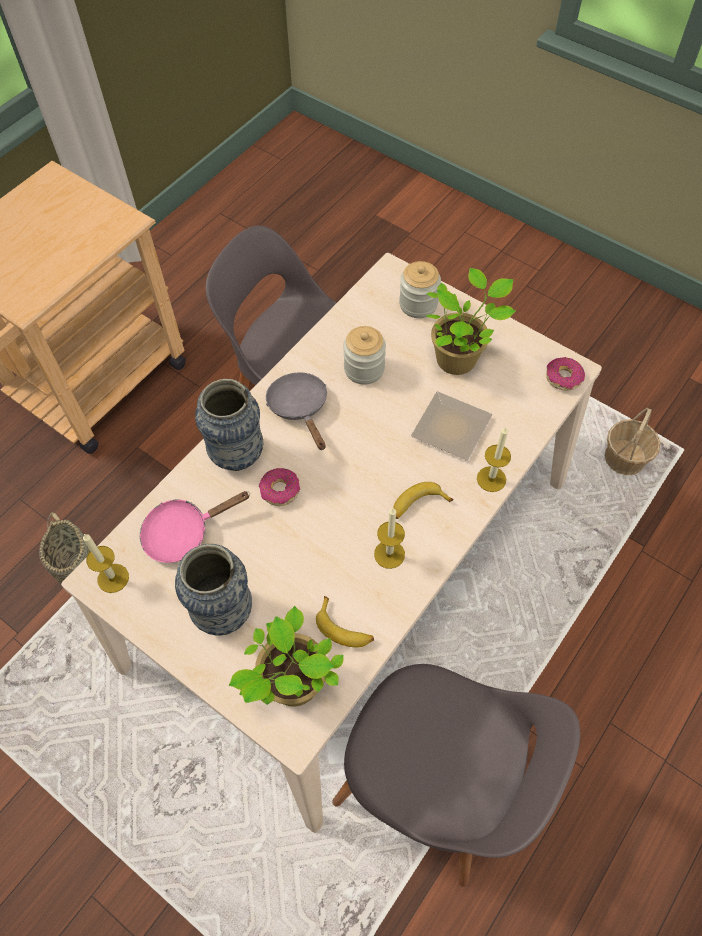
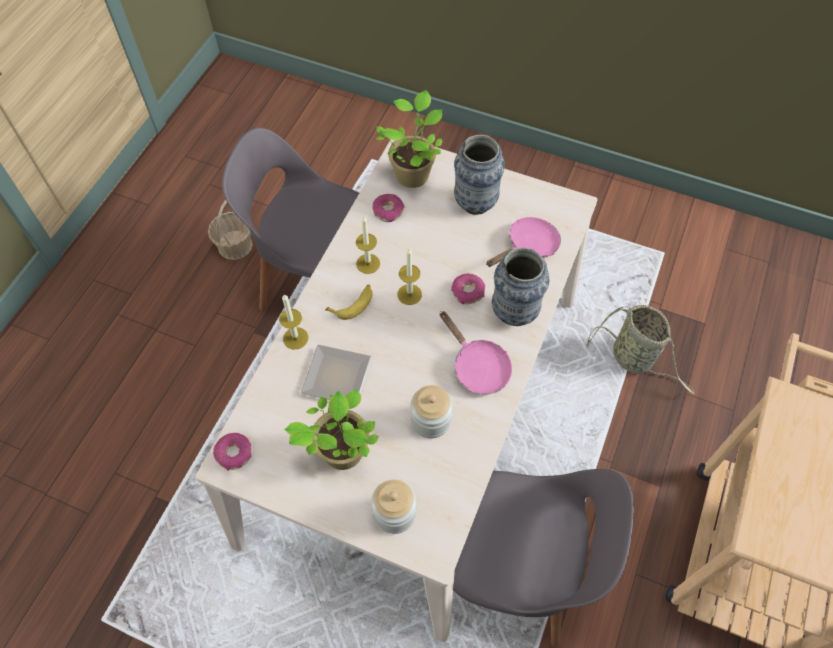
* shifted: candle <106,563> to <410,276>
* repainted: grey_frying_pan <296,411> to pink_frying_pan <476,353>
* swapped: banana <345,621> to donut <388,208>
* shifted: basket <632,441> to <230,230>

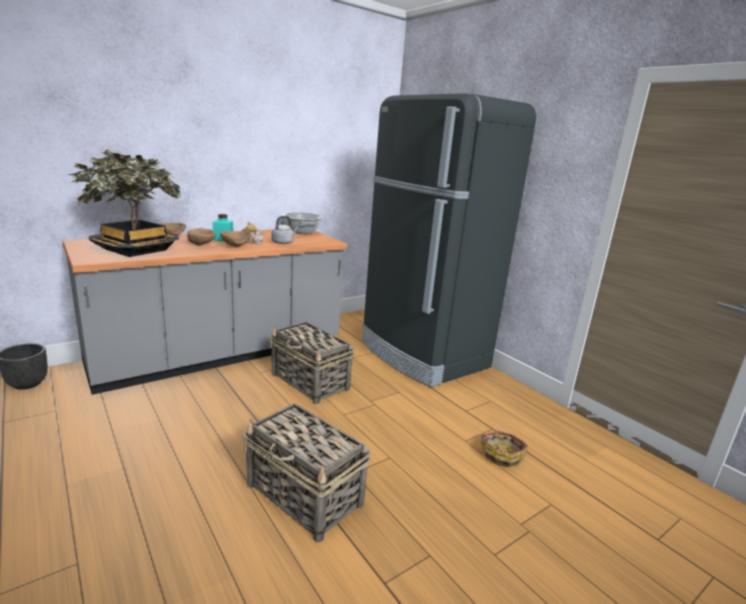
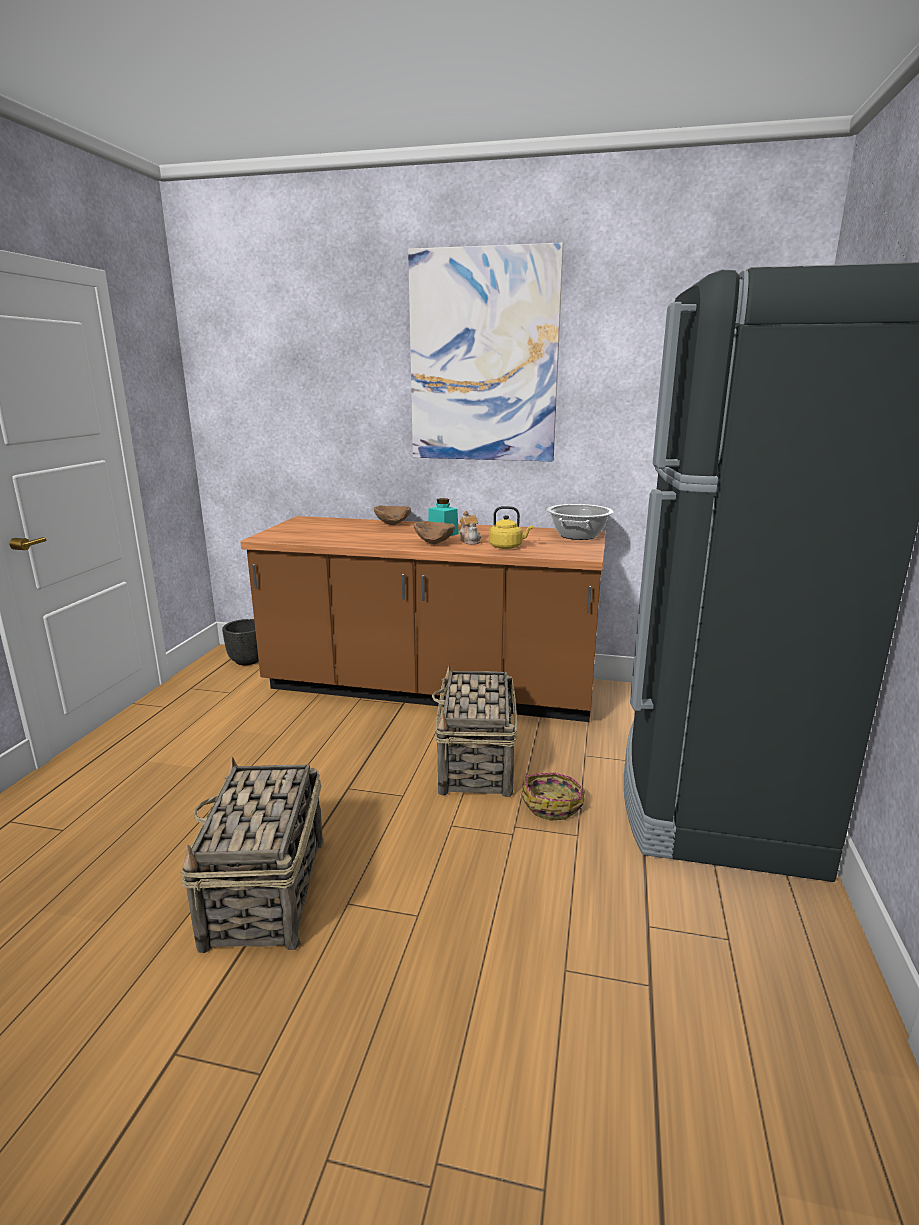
* repainted: grey_counter <205,312> to brown_counter <423,619>
* gone: potted_plant <124,203>
* gone: brown_bowl <201,237>
* repainted: grey_kettle <285,230> to yellow_kettle <511,527>
* shifted: basket <504,449> to <553,797>
* new: picture <486,352>

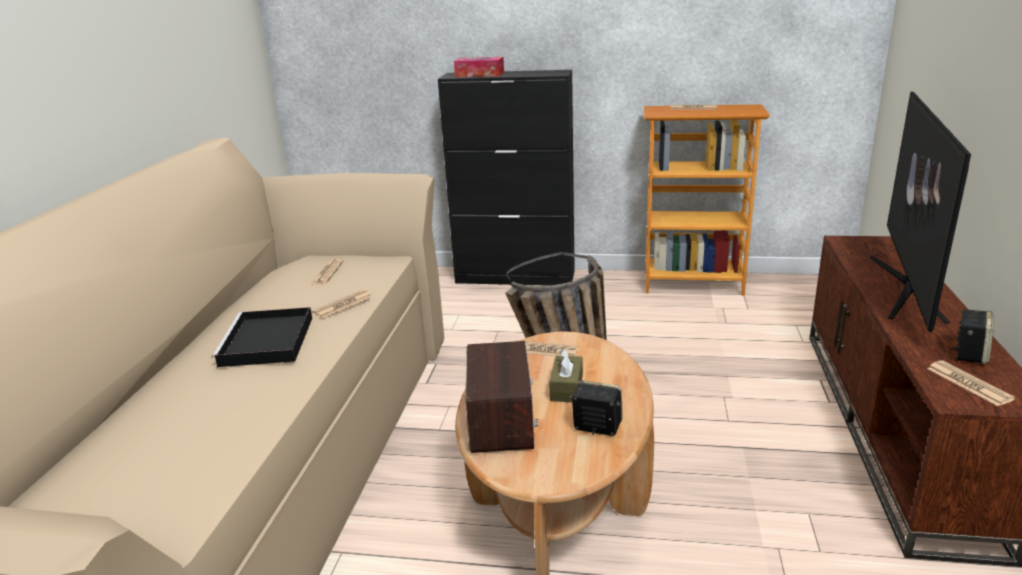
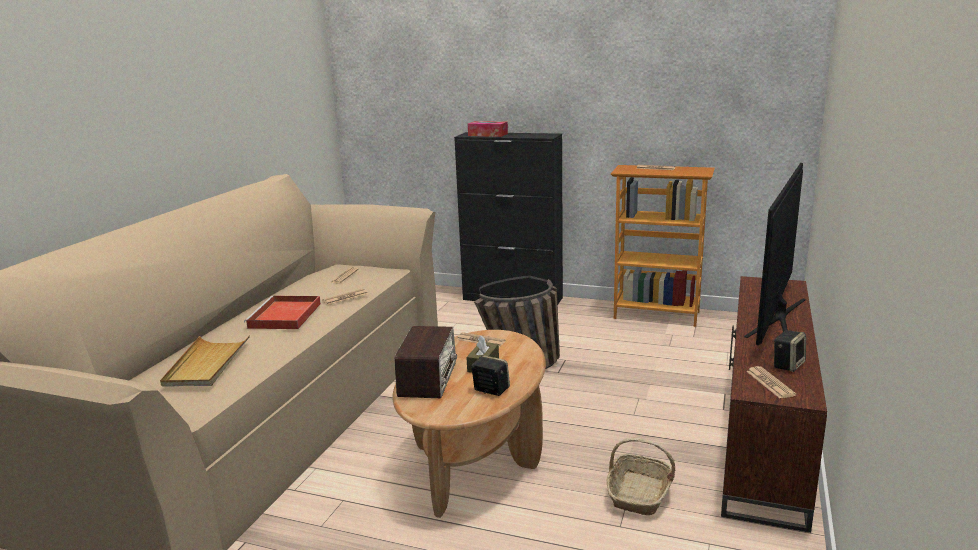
* repainted: black_tray <261,337> to red_tray <282,312>
* new: beige_tray <205,361>
* new: basket <641,476>

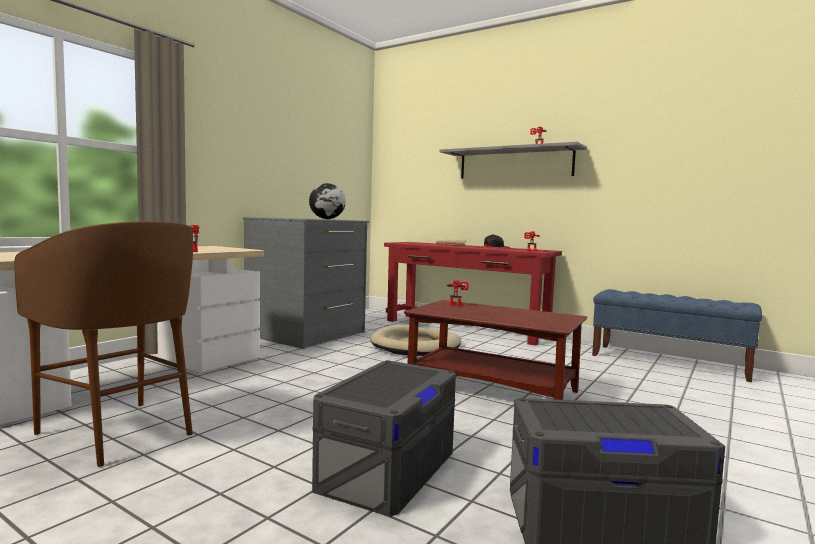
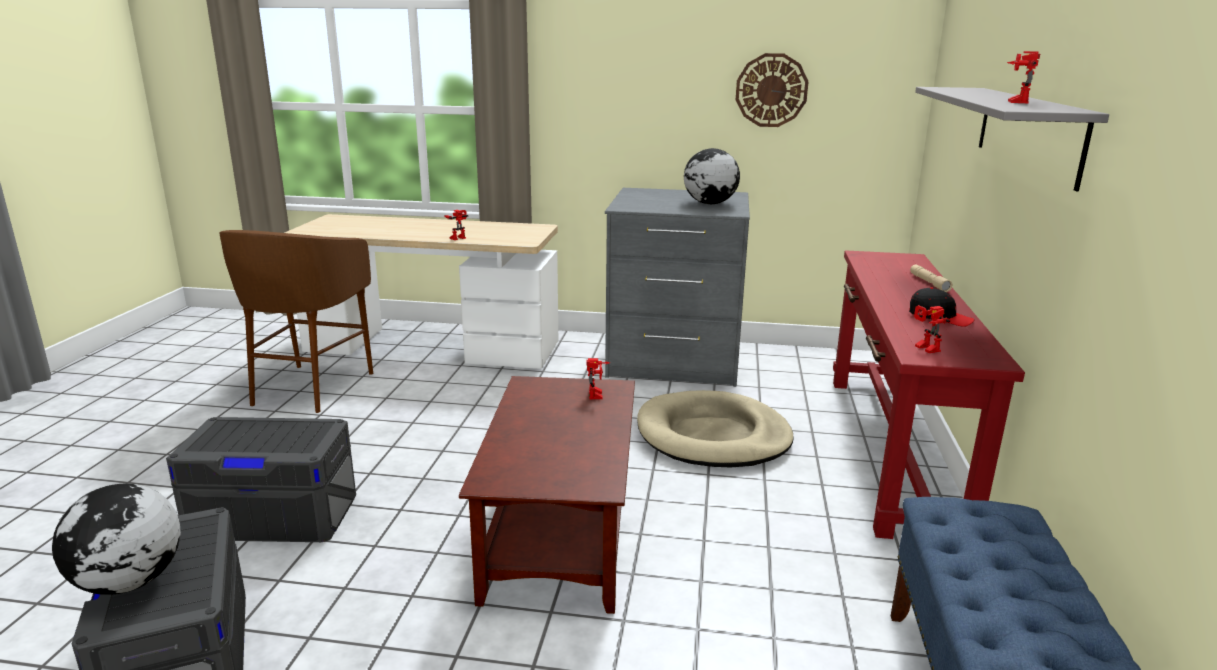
* new: globe <116,539>
* new: wall_clock <772,90>

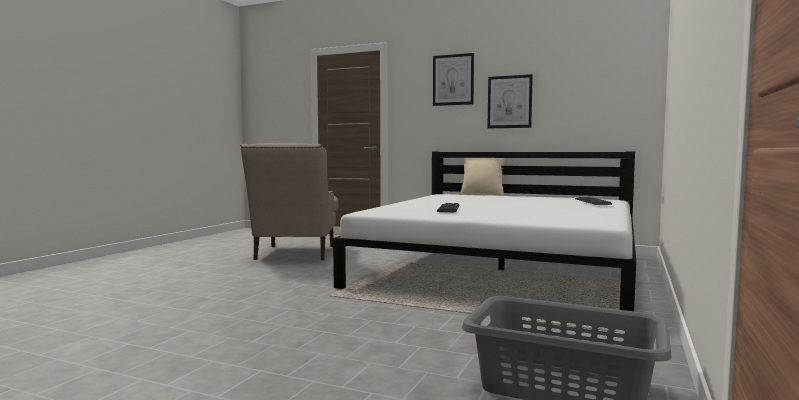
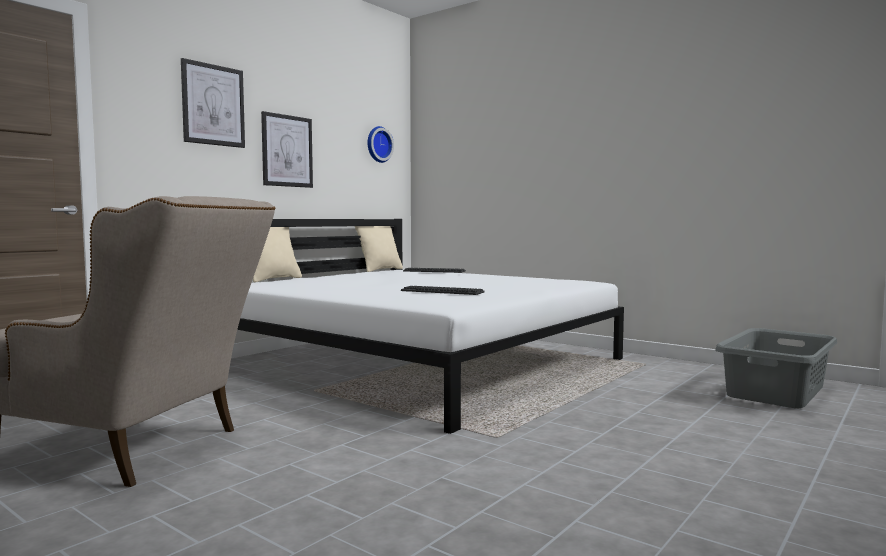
* new: beige_pillow <379,249>
* new: wall_clock <381,144>

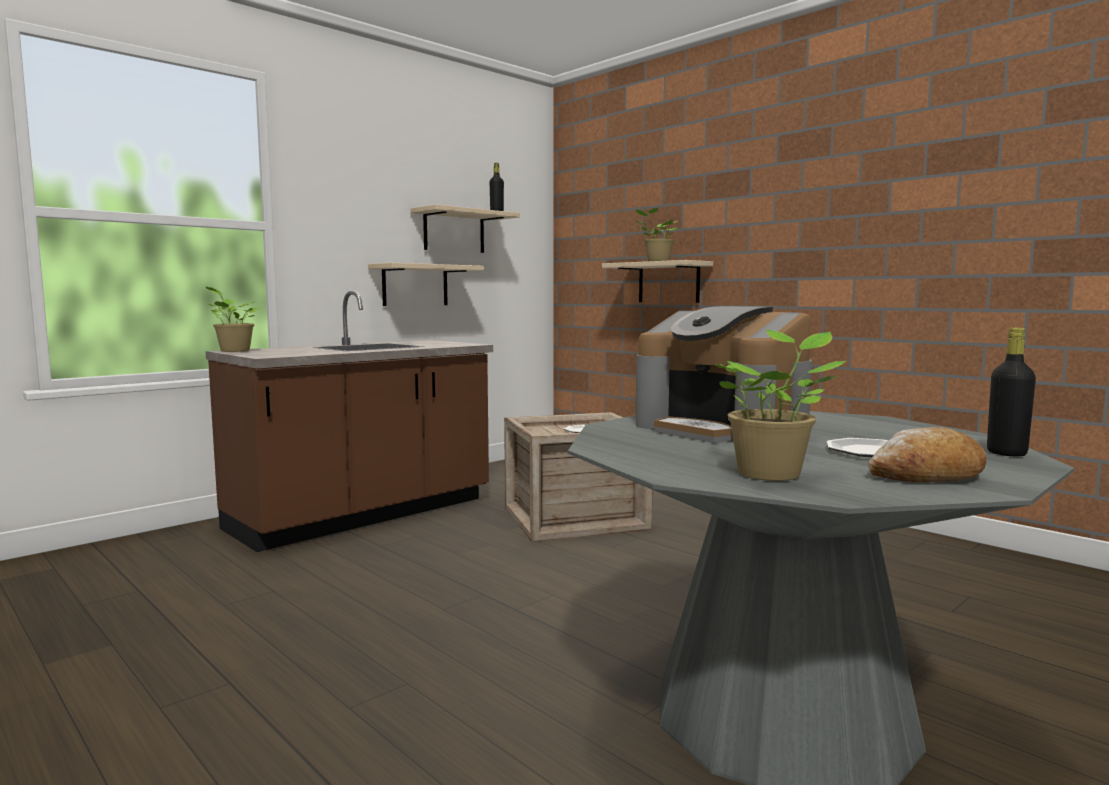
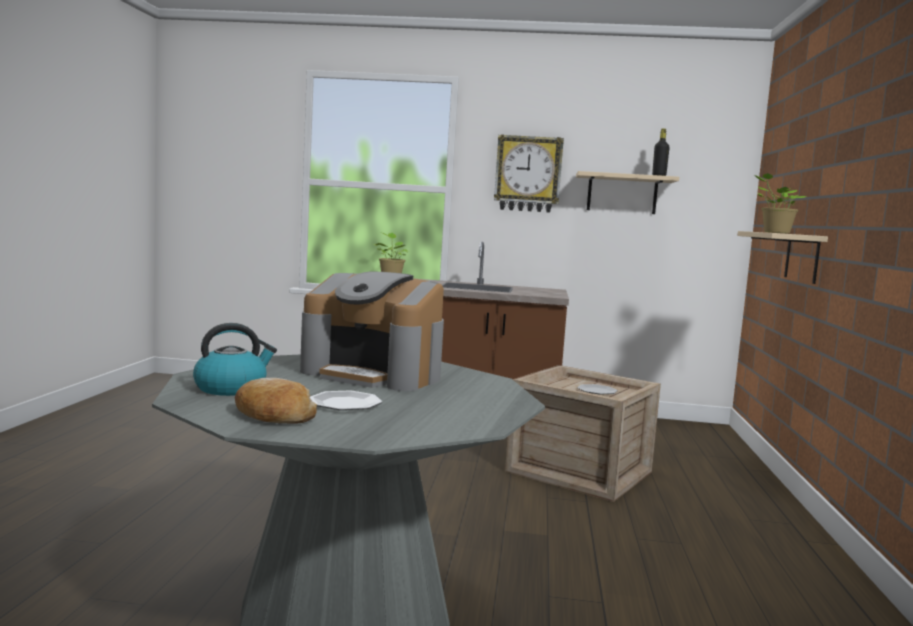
* gone: beige_shelf <426,284>
* rotated: coffee_machine <723,375> = <372,331> 75 degrees counterclockwise
* swapped: potted_plant <780,405> to kettle <235,359>
* gone: black_bottle <1011,392>
* new: wall_clock <529,173>

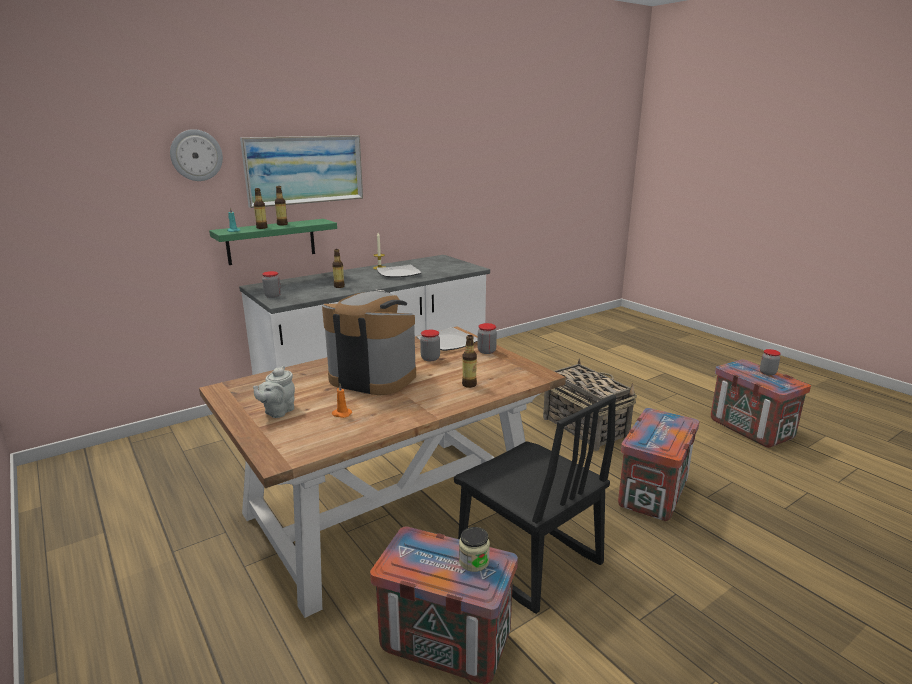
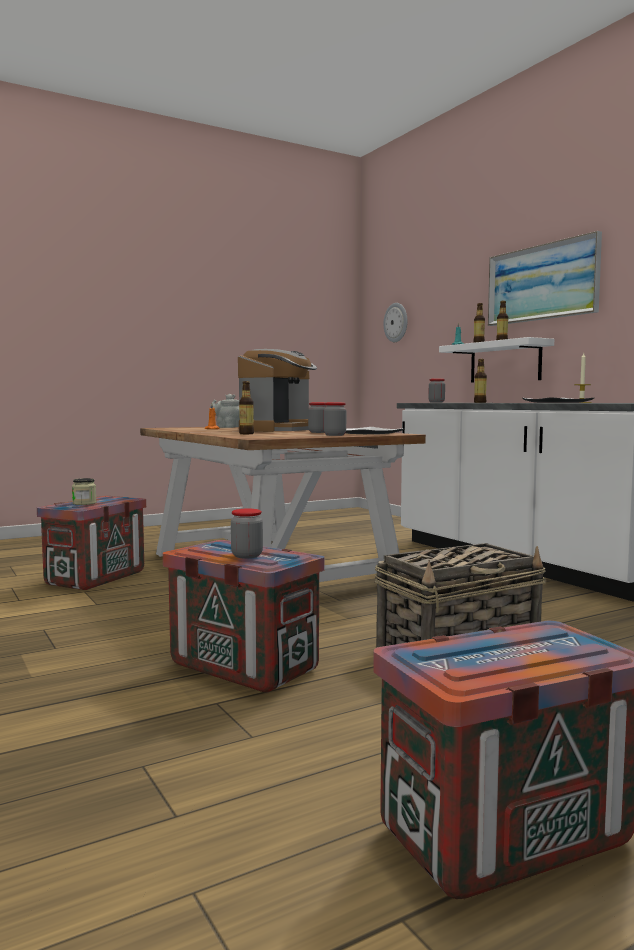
* shifted: wall_clock <196,155> to <395,322>
* repainted: green_shelf <273,242> to white_shelf <496,360>
* gone: black_chair <535,504>
* shifted: jar <770,362> to <247,533>

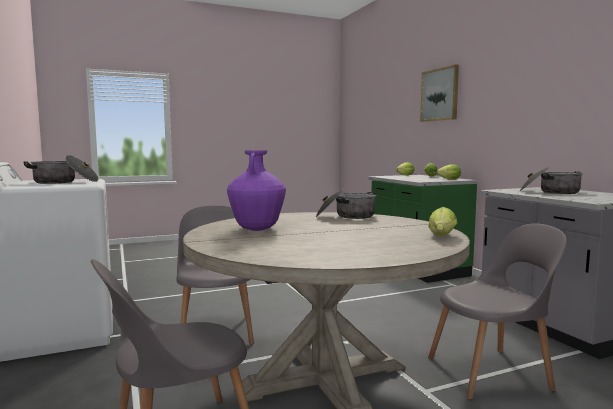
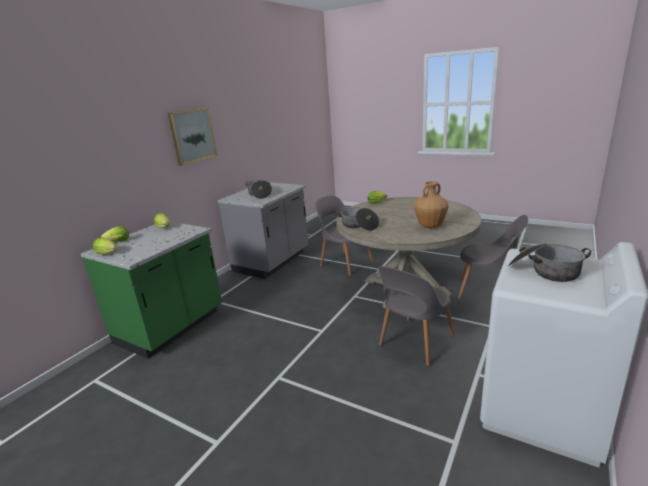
* repainted: purple_vase <256,190> to brown_vase <431,204>
* shifted: picture <439,93> to <192,137>

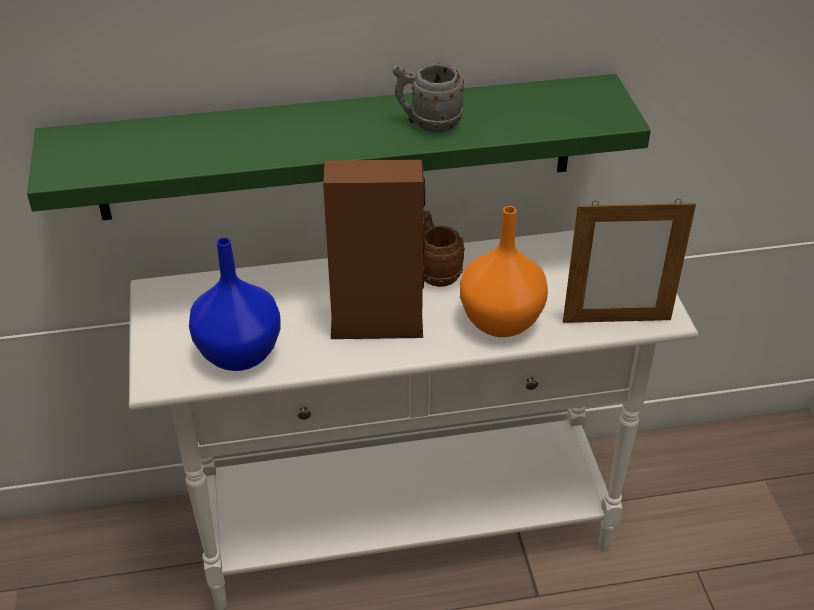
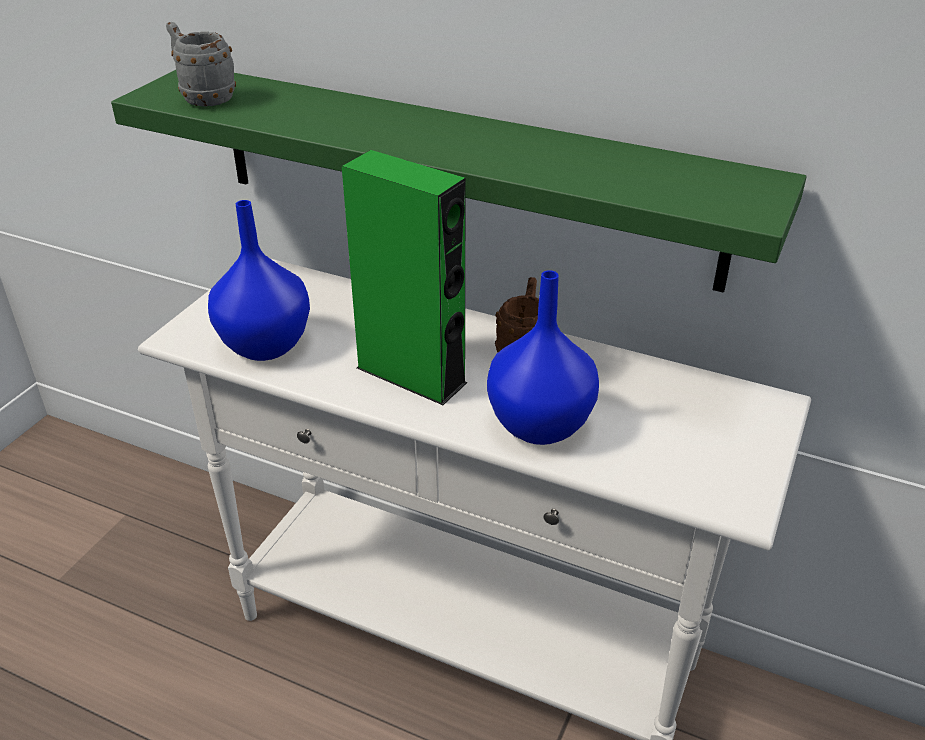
* repainted: brown_speaker <374,249> to green_speaker <404,277>
* shifted: grey_mug <428,97> to <201,64>
* repainted: orange_vase <504,271> to blue_vase <543,357>
* gone: picture_frame <629,261>

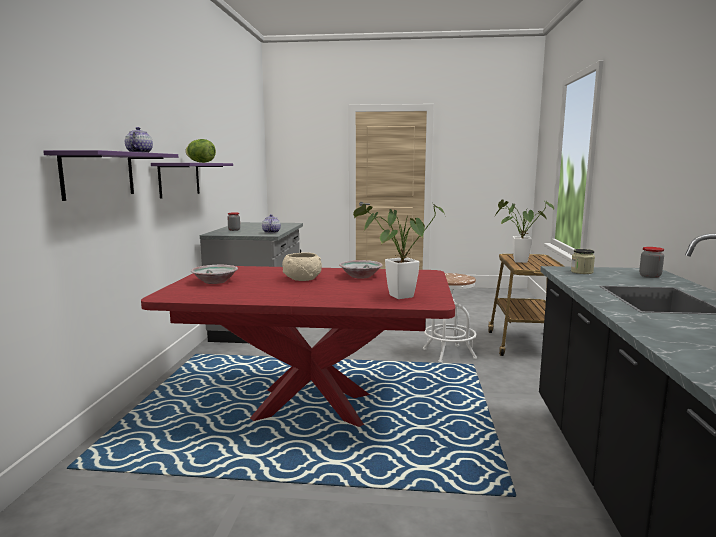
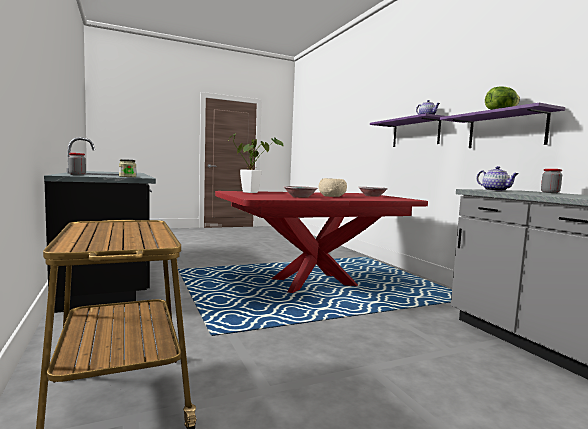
* gone: white_stool <450,318>
* gone: potted_plant <524,231>

